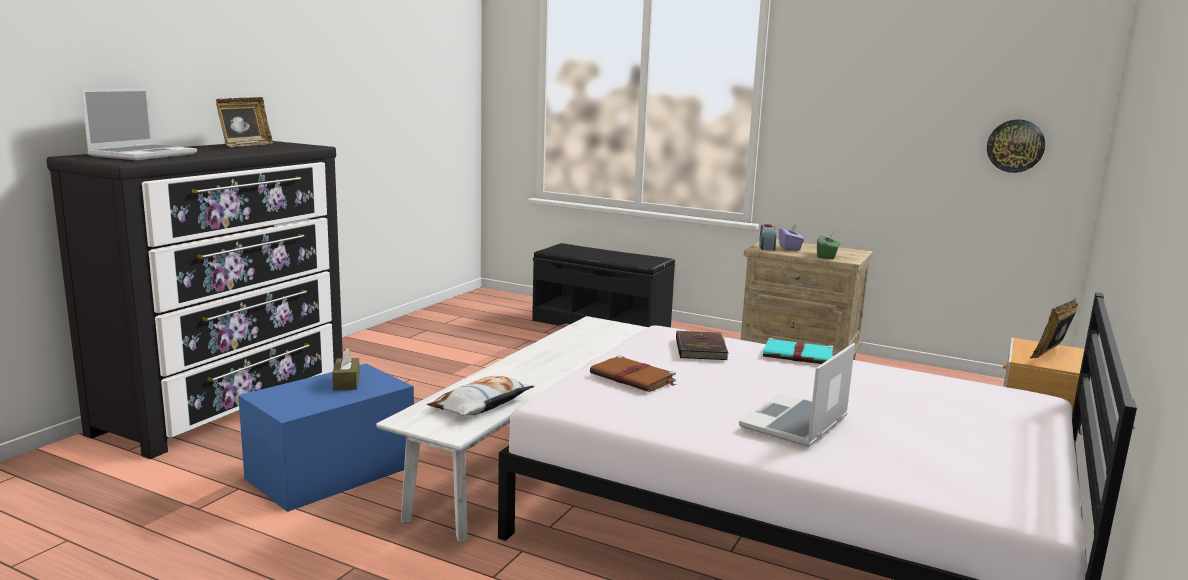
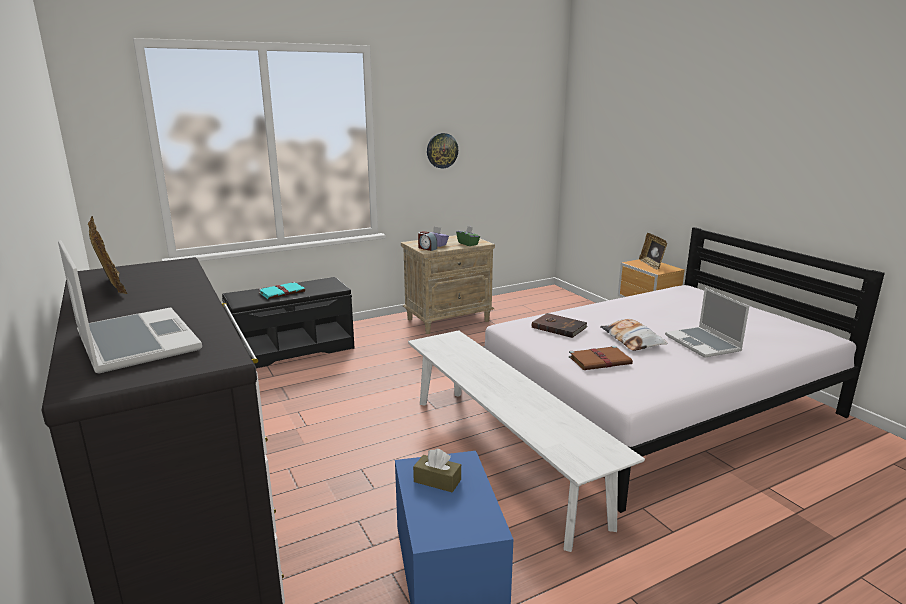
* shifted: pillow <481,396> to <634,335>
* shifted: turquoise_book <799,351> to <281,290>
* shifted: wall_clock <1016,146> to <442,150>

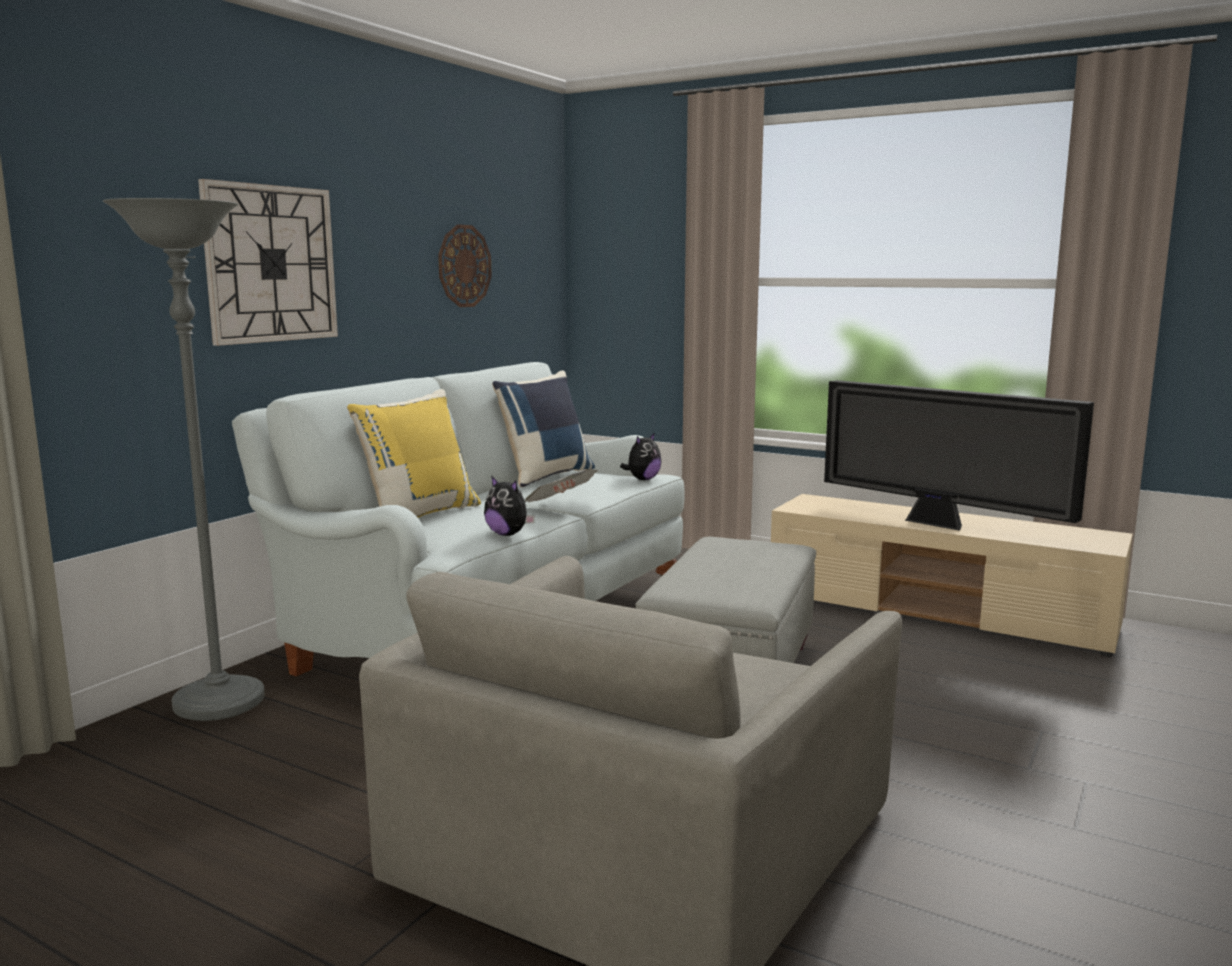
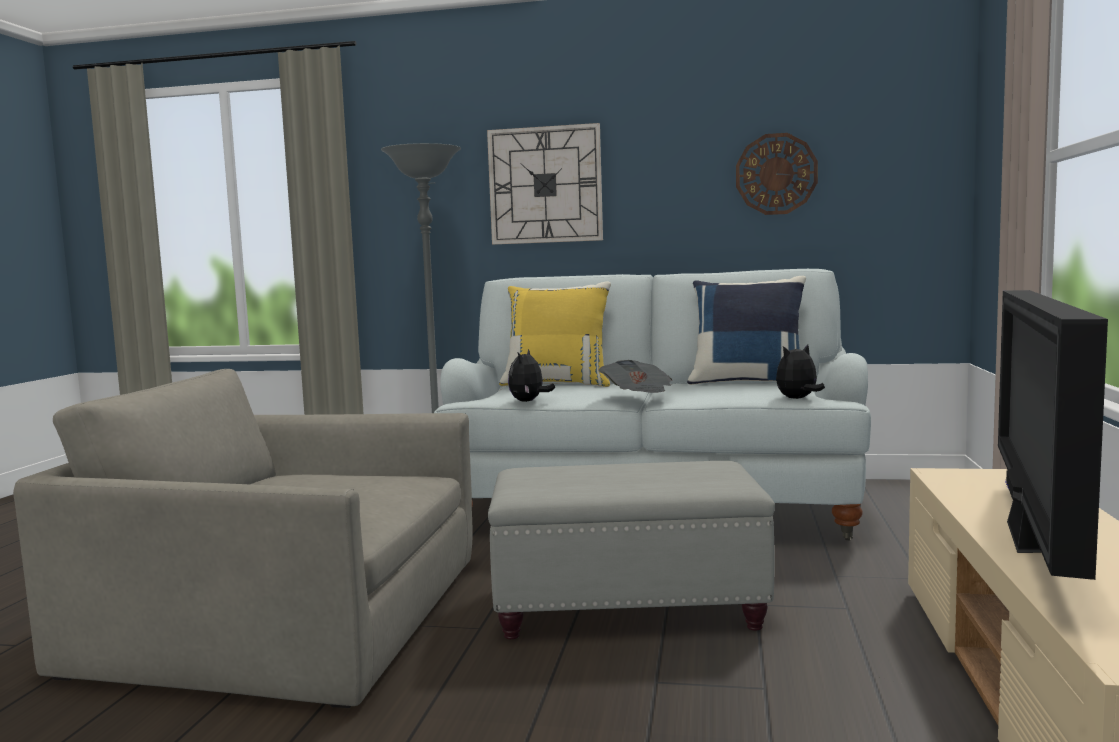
* rotated: plush_toy <641,456> = <800,371> 135 degrees clockwise

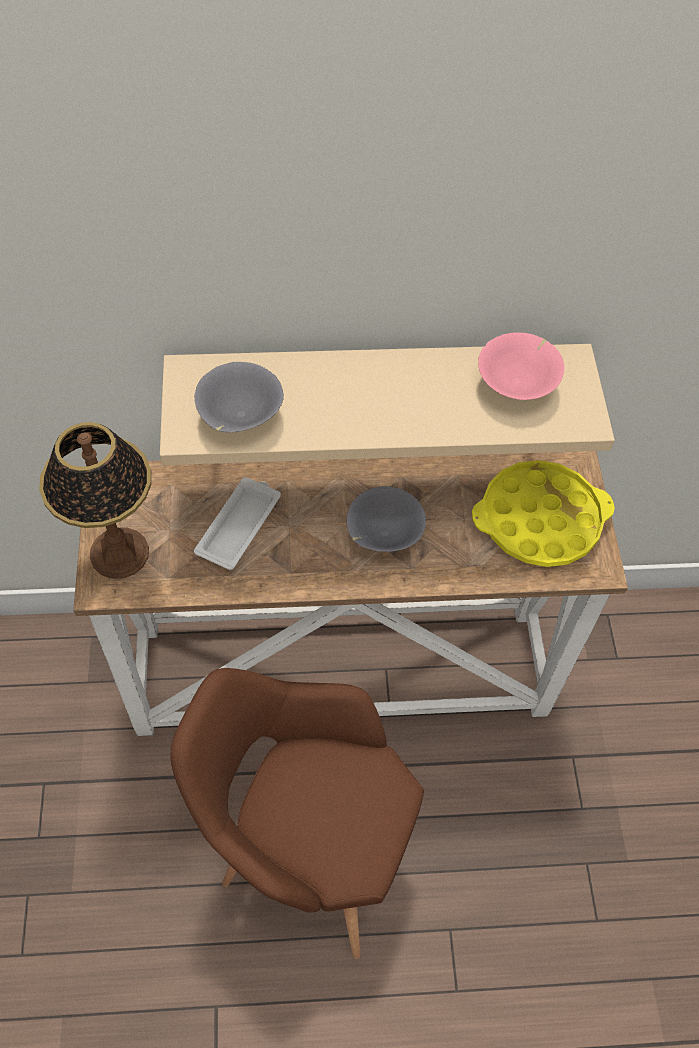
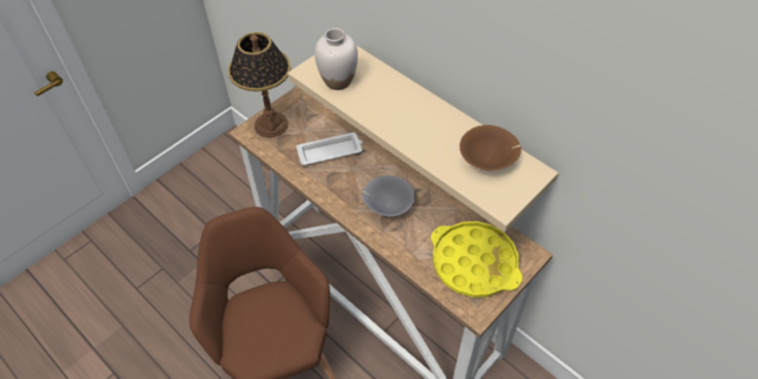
* swapped: grey_bowl <239,397> to white_vase <336,59>
* repainted: pink_bowl <521,366> to brown_bowl <490,147>

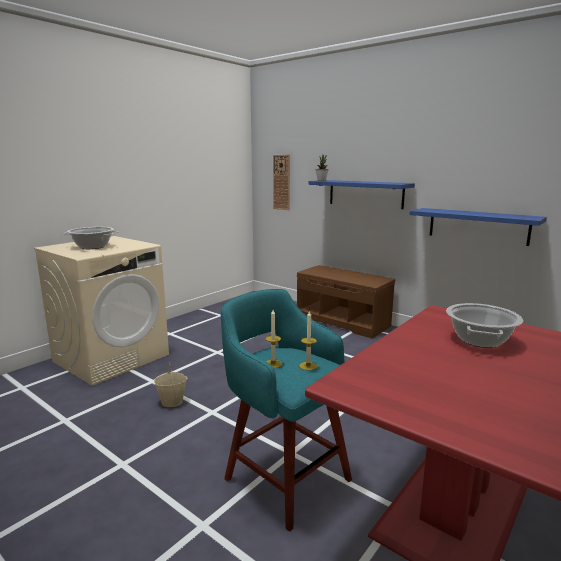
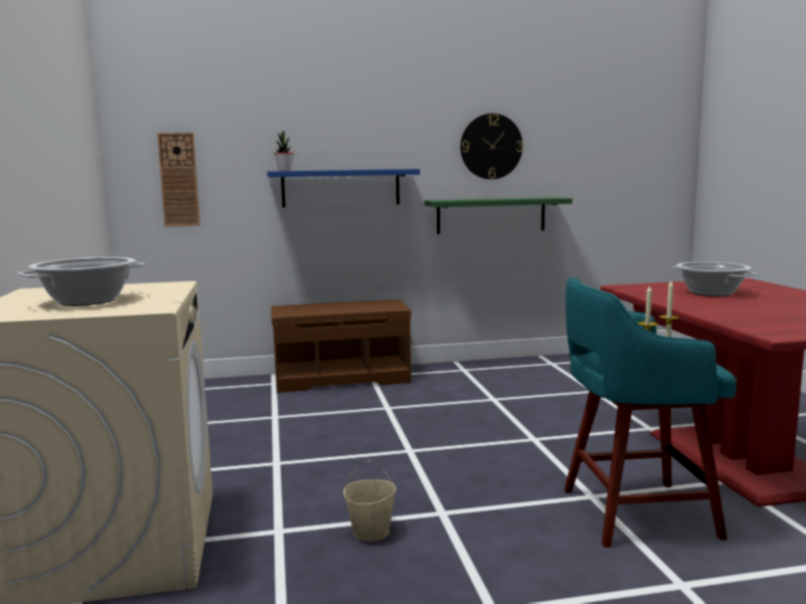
* repainted: blue_shelf <478,227> to green_shelf <498,215>
* new: wall_clock <491,146>

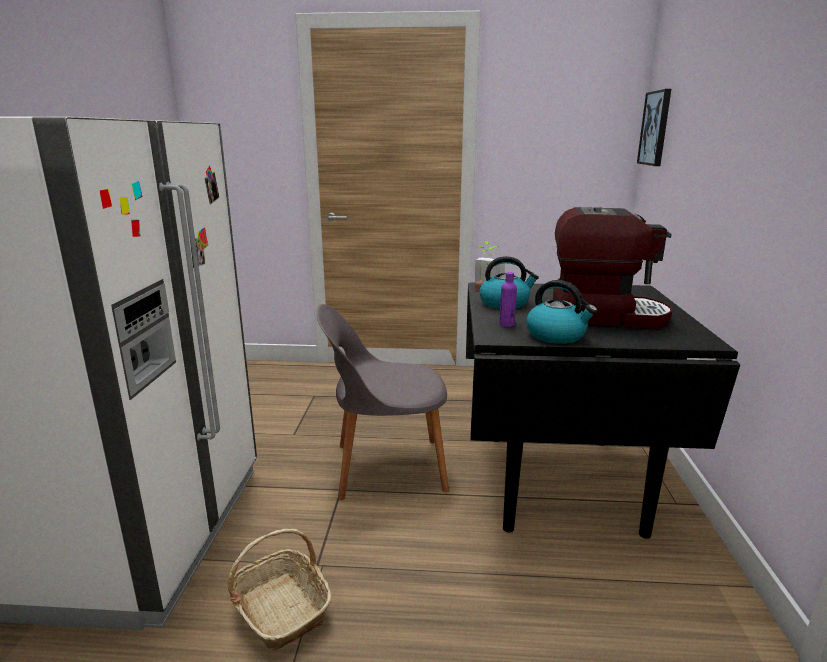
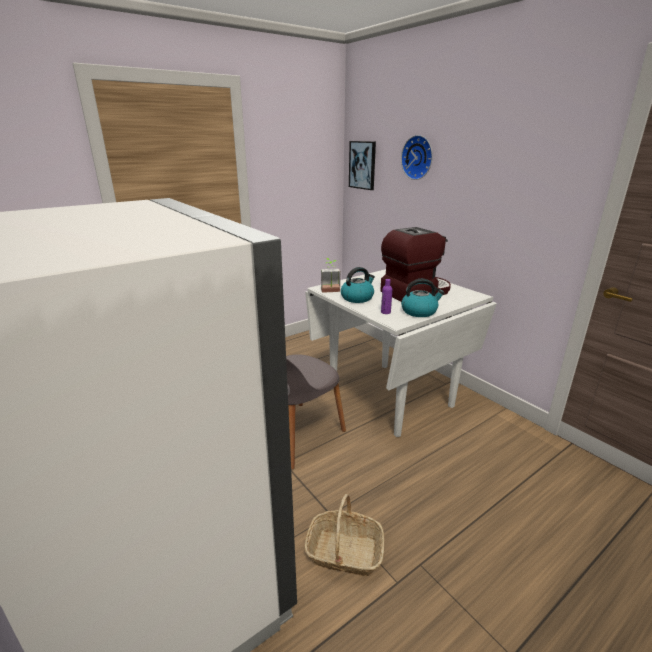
* repainted: black_dining_table <603,410> to white_dining_table <401,353>
* new: wall_clock <417,157>

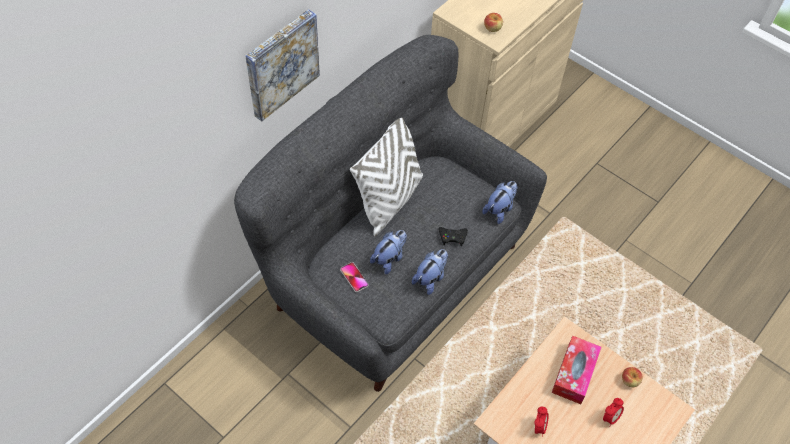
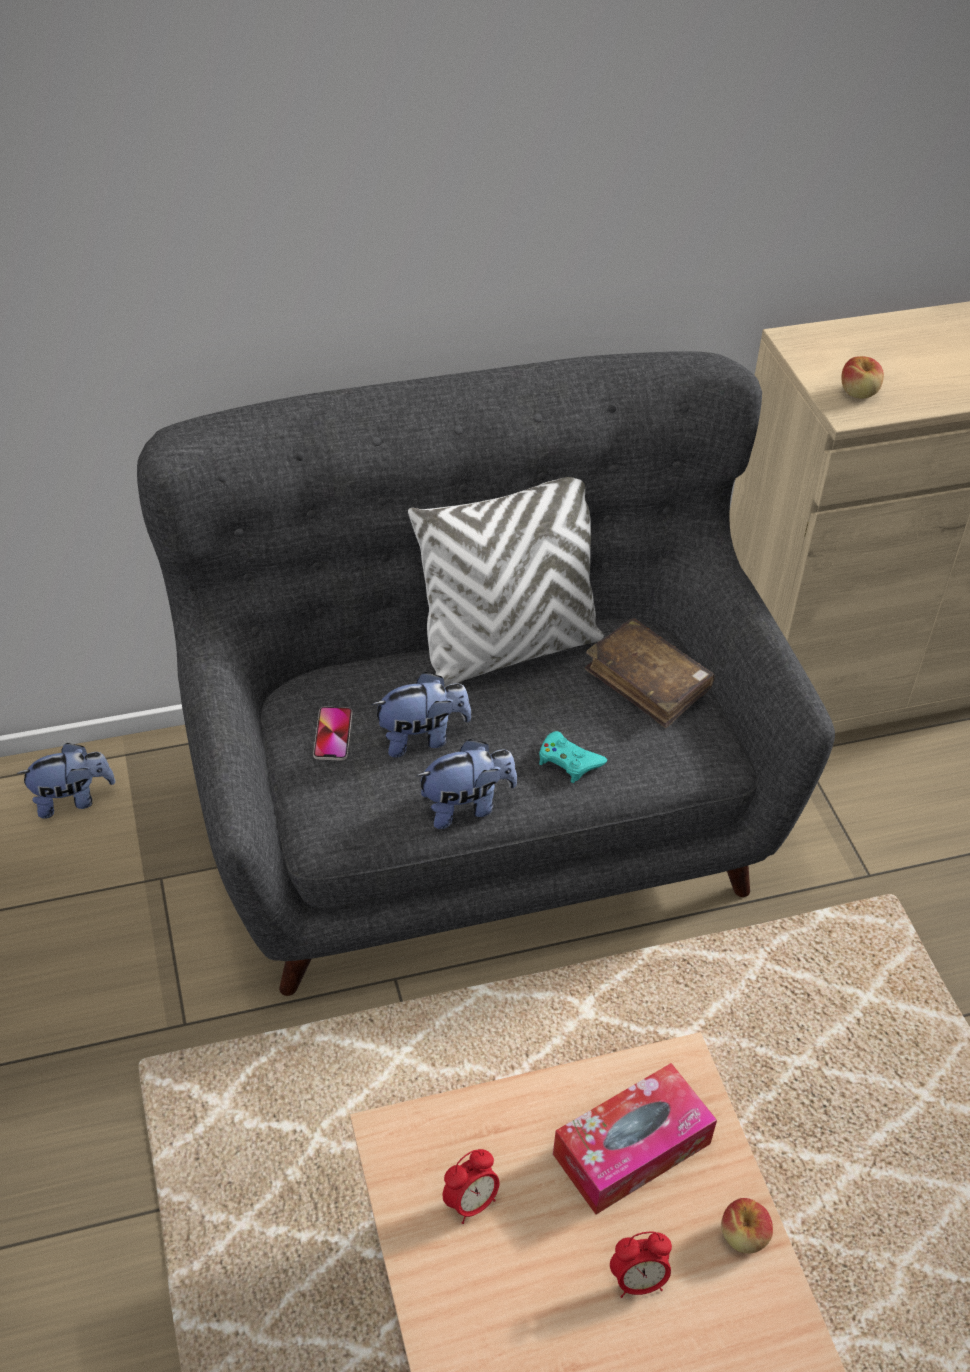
* gone: picture <283,65>
* repainted: black_game_controller <453,236> to turquoise_game_controller <573,757>
* shifted: plush_toy <499,202> to <66,781>
* new: brown_book <650,673>

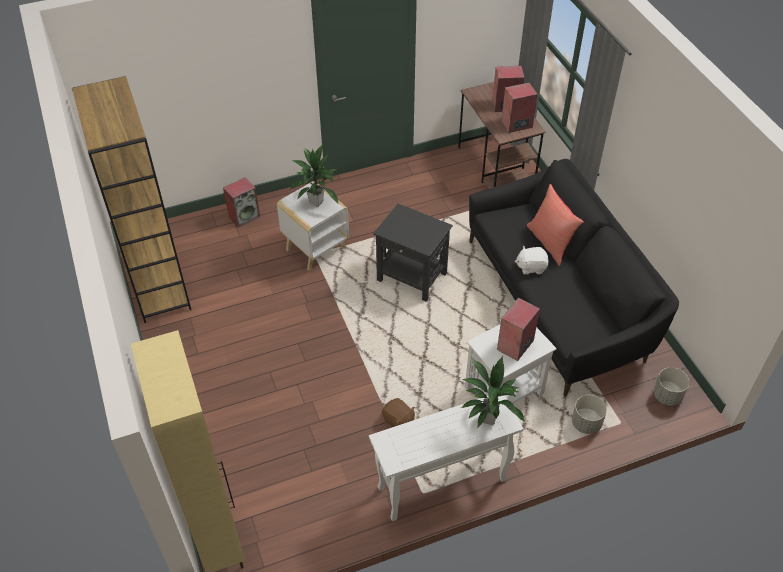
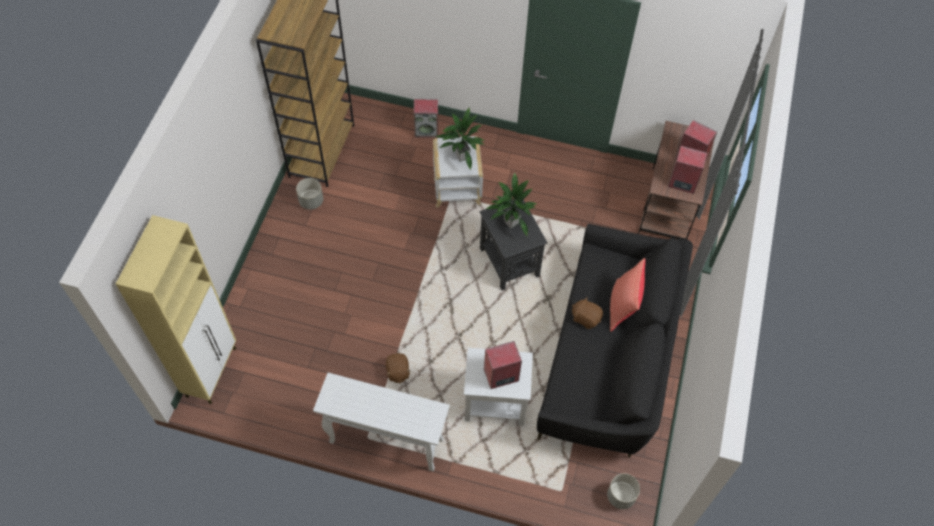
* shifted: potted_plant <493,391> to <511,204>
* repainted: white_plush_toy <532,260> to brown_plush_toy <587,313>
* shifted: grey_planter <589,414> to <309,194>

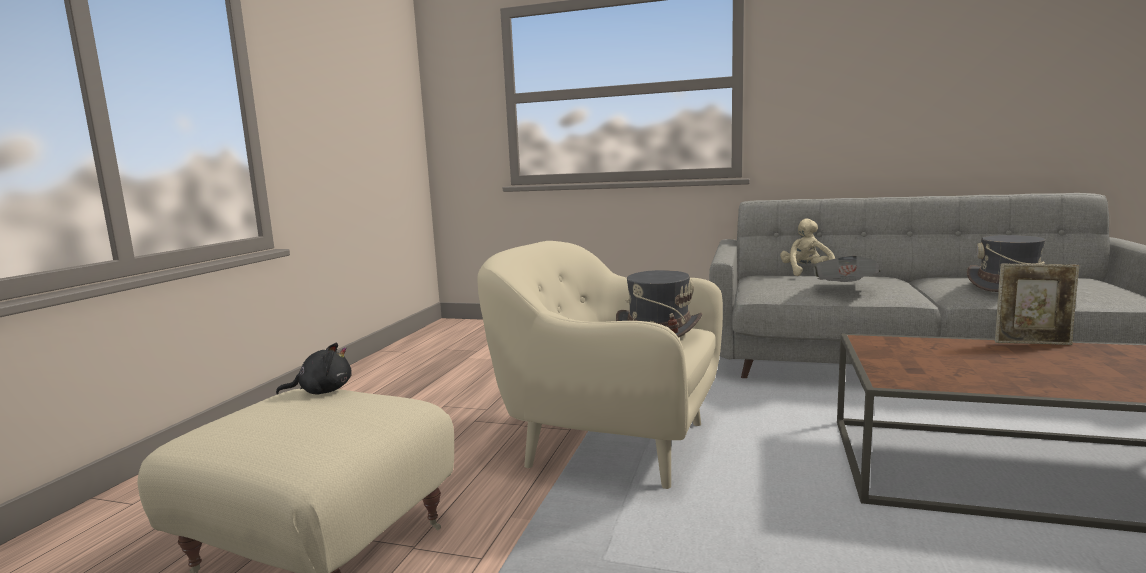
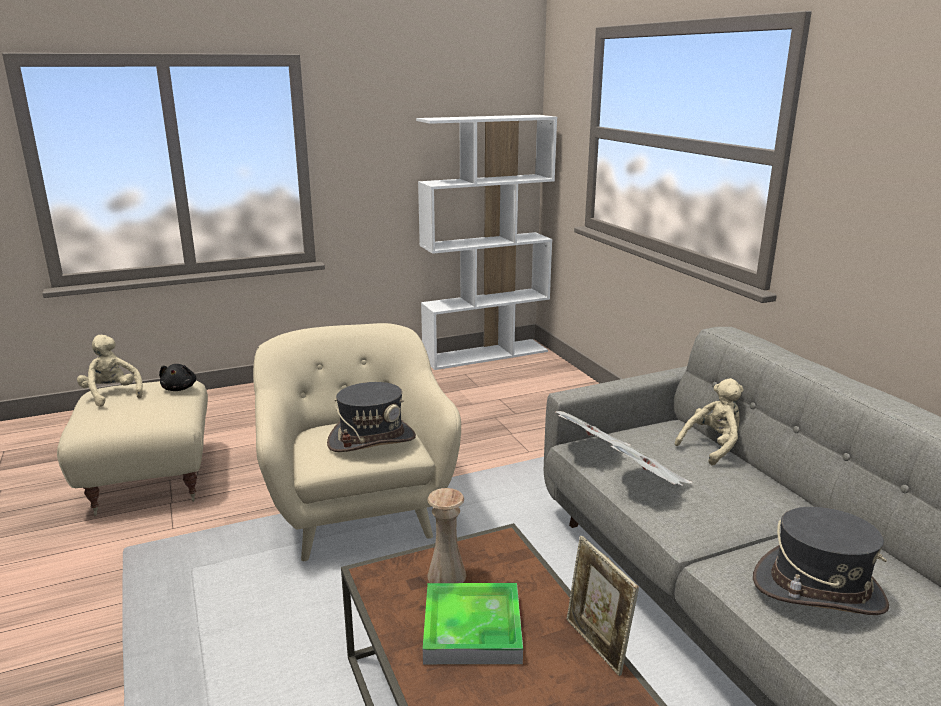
* rotated: black_plush_toy <314,369> = <177,377> 45 degrees clockwise
* new: beige_plush_toy <110,371>
* new: white_bookcase <486,242>
* new: tray <473,623>
* new: beige_vase <446,535>
* new: newspaper <593,428>

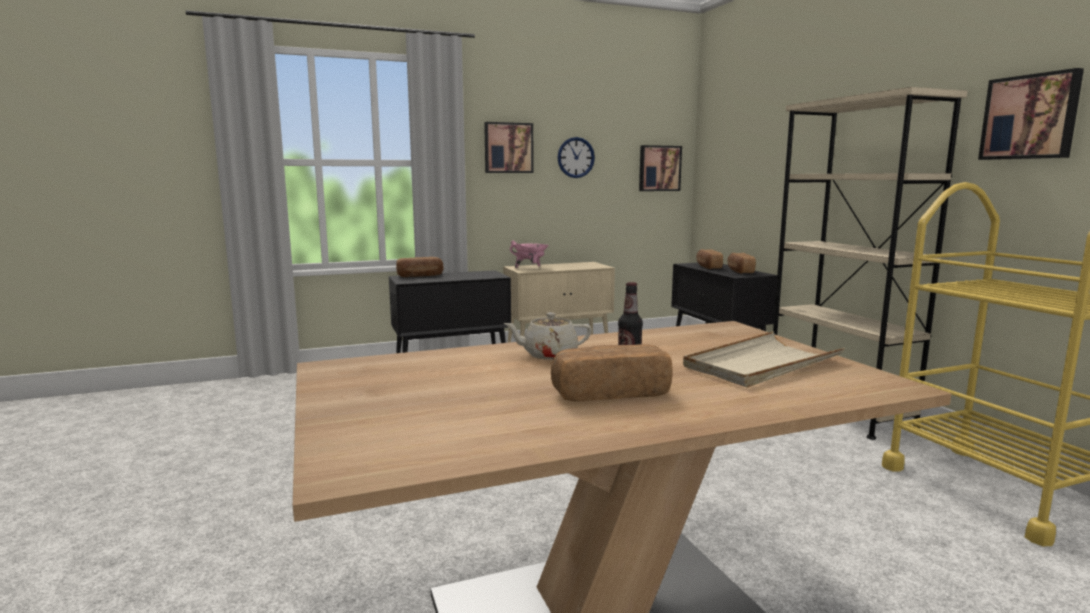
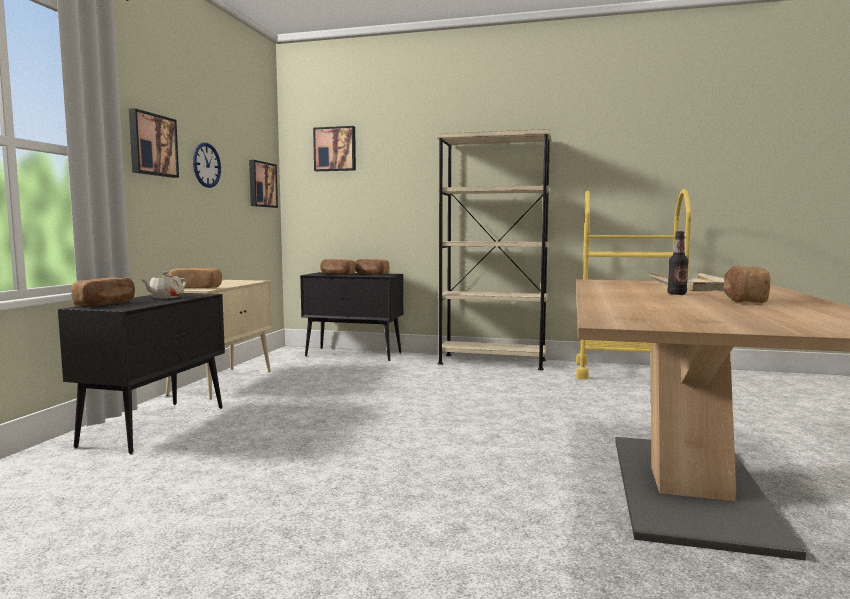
* shifted: beige_teapot <547,336> to <163,285>
* swapped: pink_cooking_pot <529,254> to bread <195,278>
* shifted: picture <1031,114> to <334,148>

